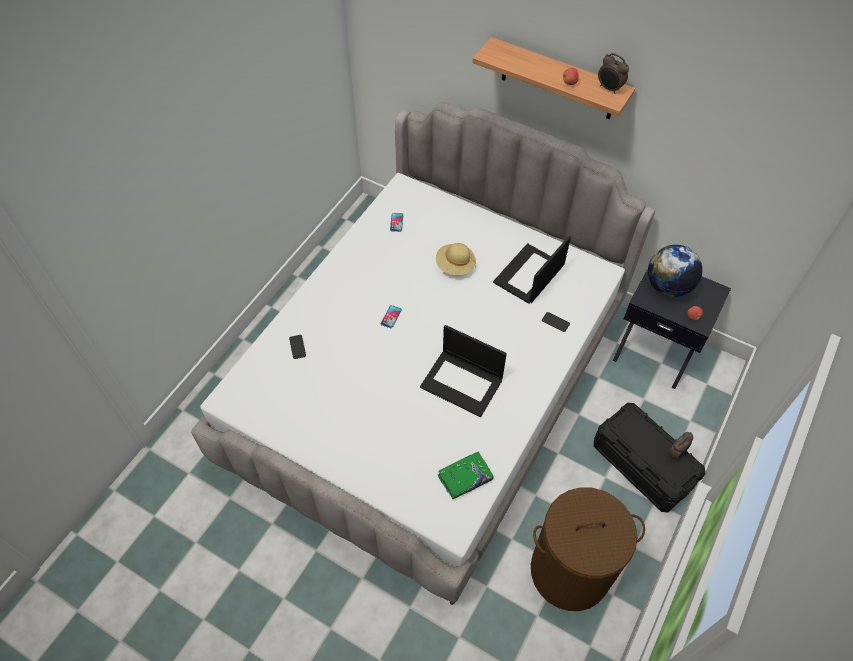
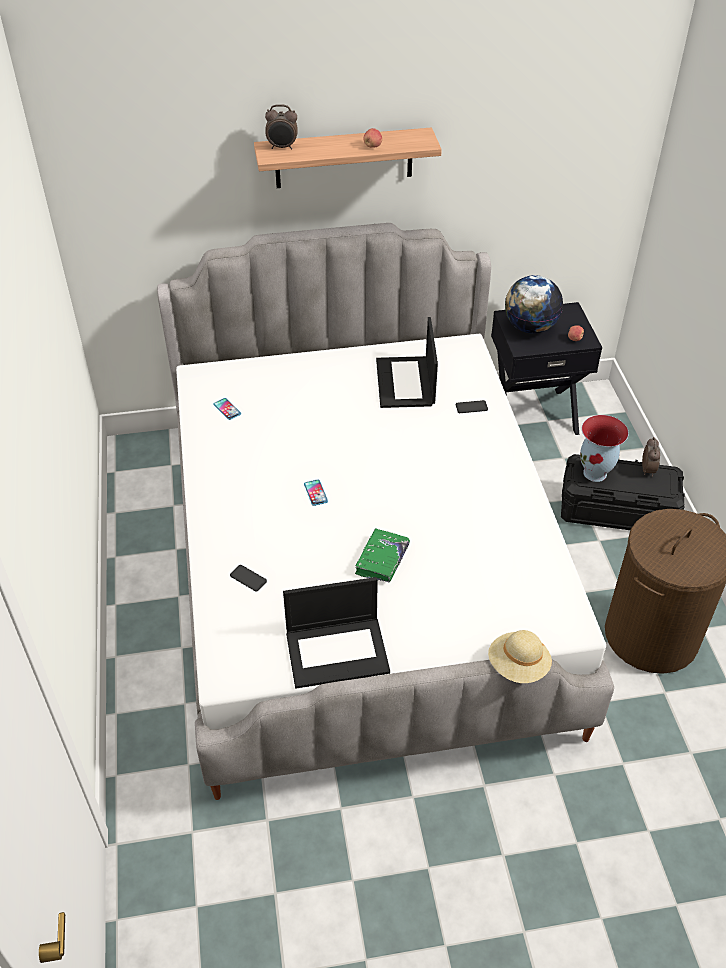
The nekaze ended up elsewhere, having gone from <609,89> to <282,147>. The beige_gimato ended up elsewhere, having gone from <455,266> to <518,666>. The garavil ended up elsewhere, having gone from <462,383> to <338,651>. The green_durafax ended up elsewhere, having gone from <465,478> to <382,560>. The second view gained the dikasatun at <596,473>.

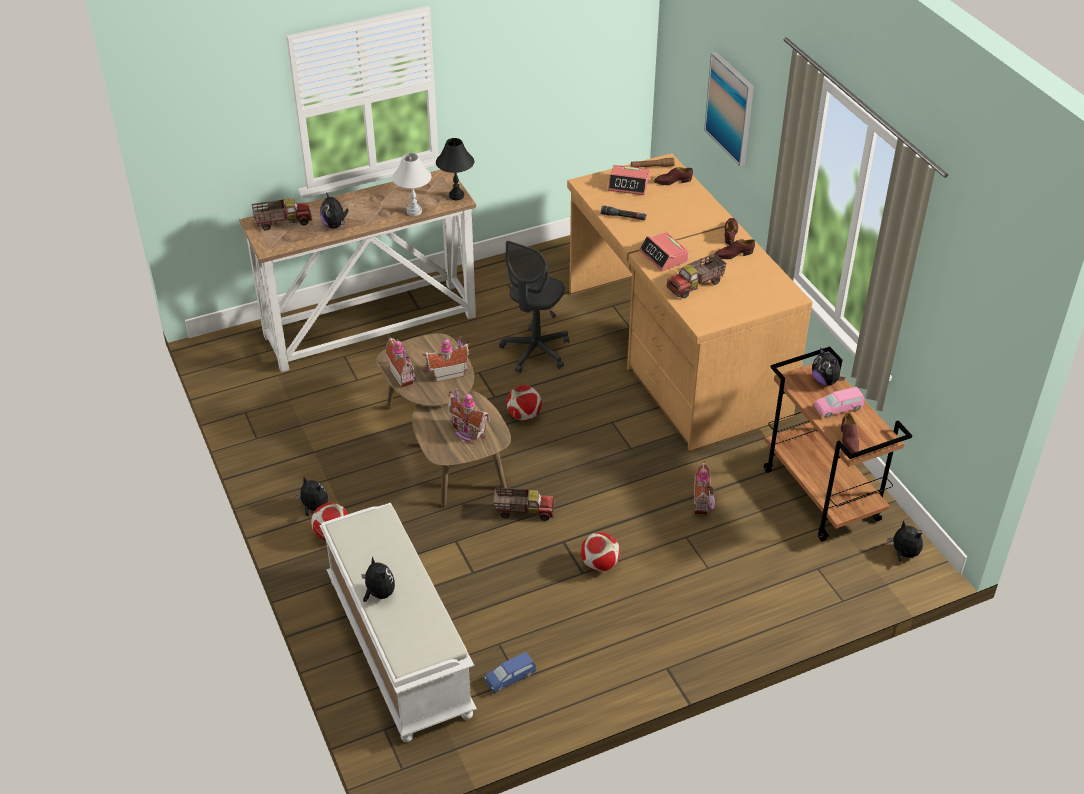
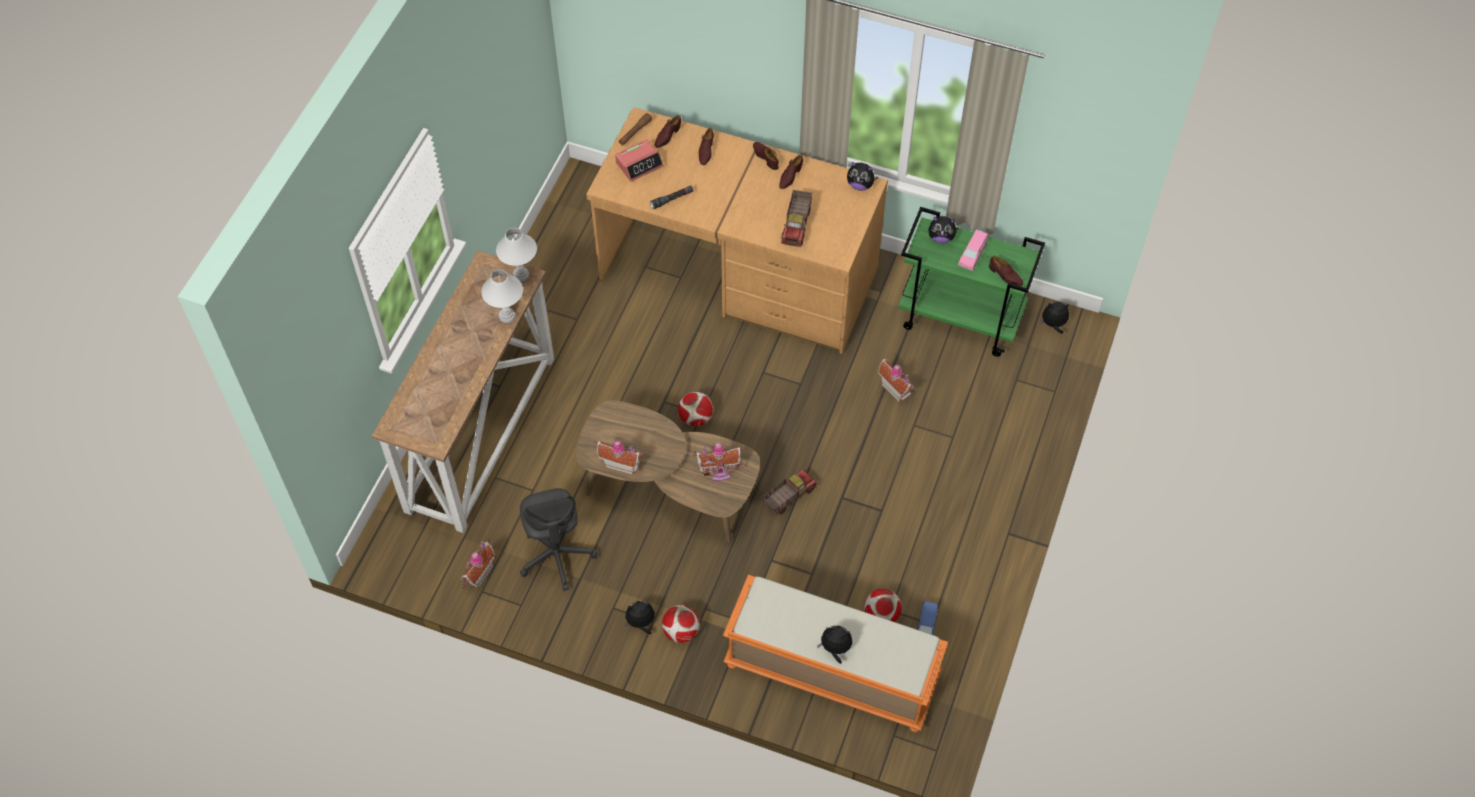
The second view lost the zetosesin at <730,108>. What was the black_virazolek at <457,196> turned into the white_virazolek at <521,275>. The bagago ended up elsewhere, having gone from <335,225> to <860,185>. The second view lost the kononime at <283,222>. The second view lost the nekaze at <664,257>. The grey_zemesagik ended up elsewhere, having gone from <535,352> to <557,556>. The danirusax ended up elsewhere, having gone from <447,373> to <478,574>. What was the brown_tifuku at <822,495> turned into the green_tifuku at <961,319>. What was the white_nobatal at <397,646> turned into the orange_nobatal at <830,672>. The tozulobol ended up elsewhere, having gone from <599,565> to <881,615>. The second view gained the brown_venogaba at <706,151>.

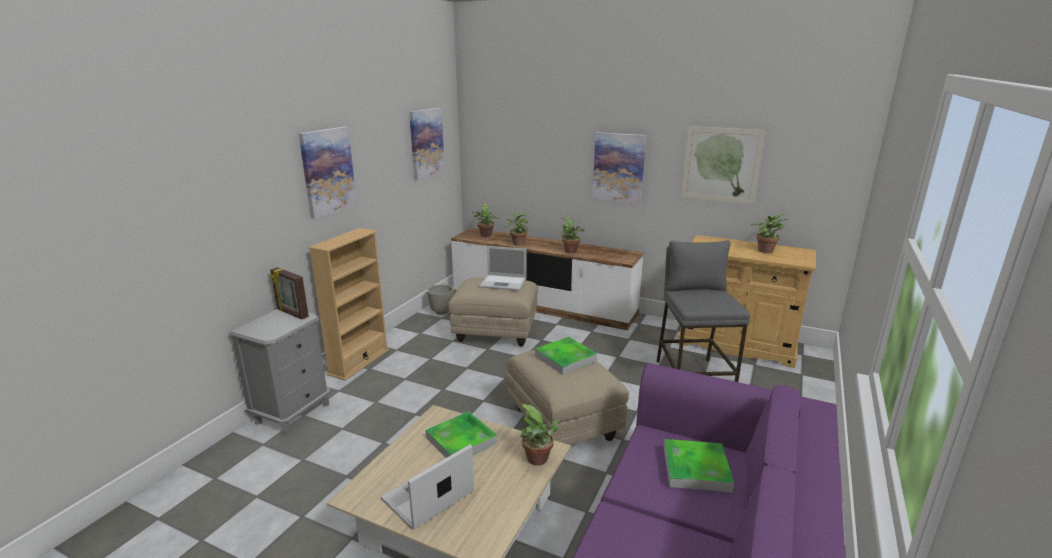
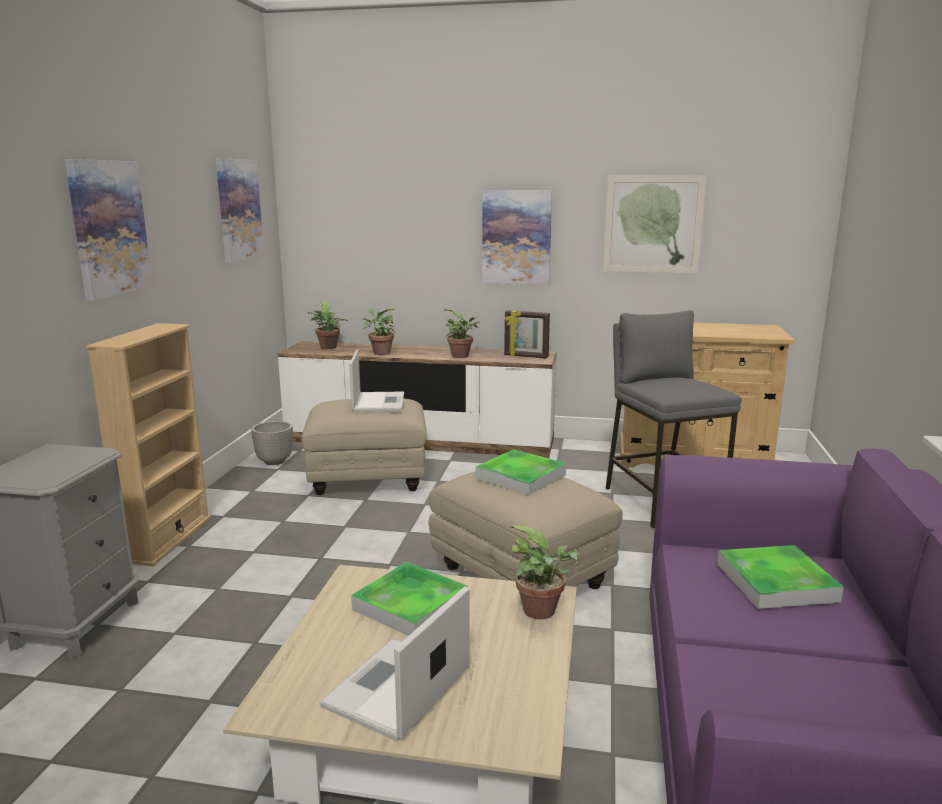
The second view lost the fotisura at <765,250>. The garavil at <504,283> ended up facing another way, 90 degrees counterclockwise from before. The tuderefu ended up elsewhere, having gone from <292,313> to <526,356>.

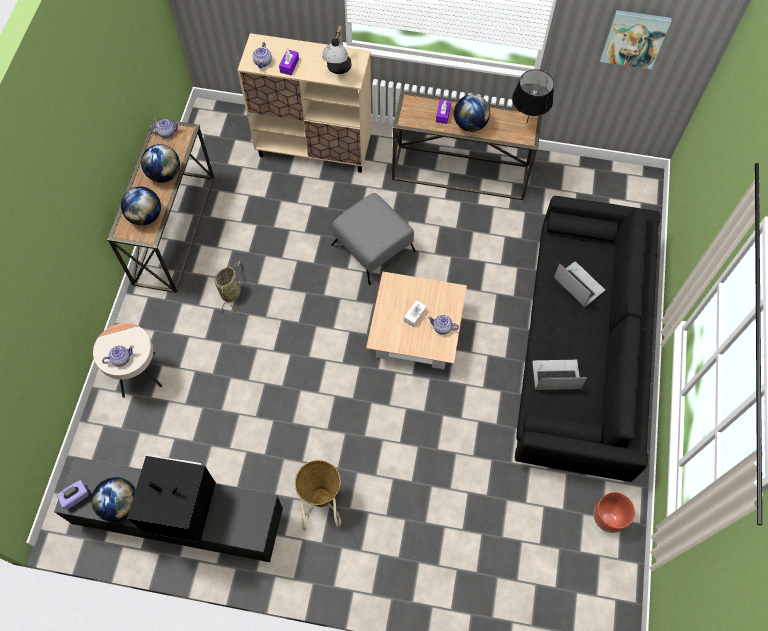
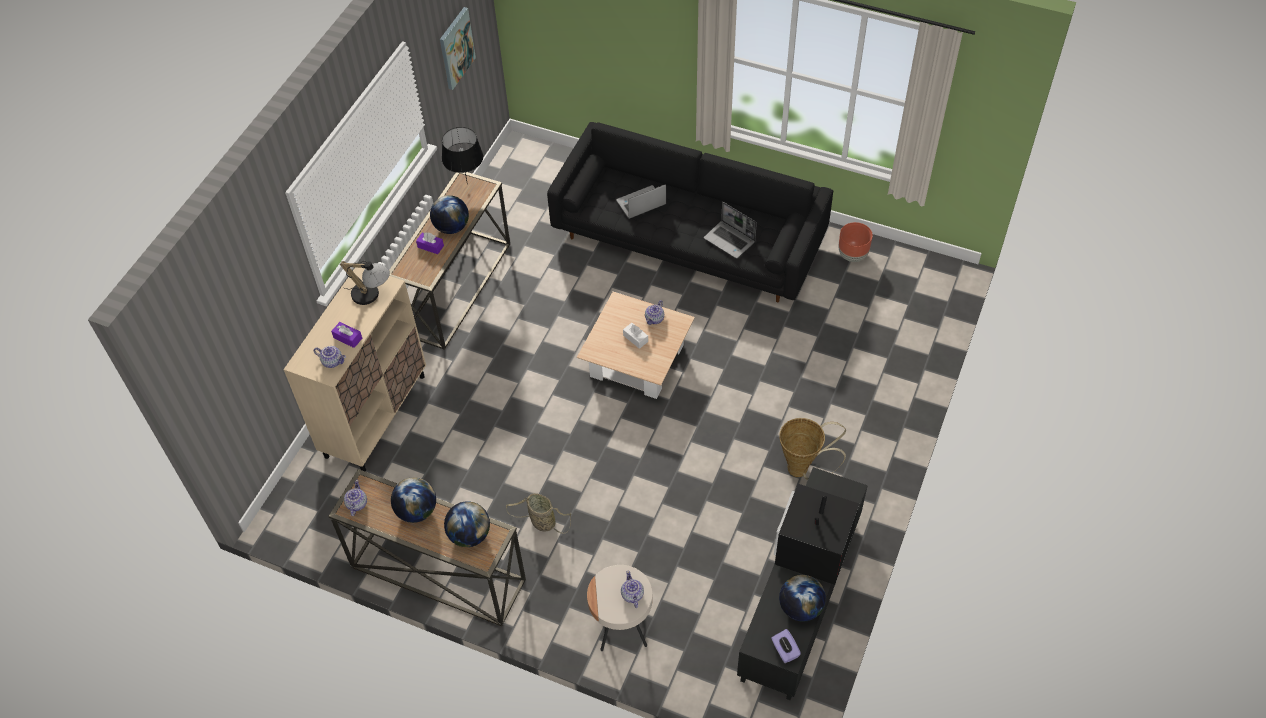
The second view lost the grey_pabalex at <373,248>. The garavil at <555,376> ended up facing another way, 60 degrees counterclockwise from before.

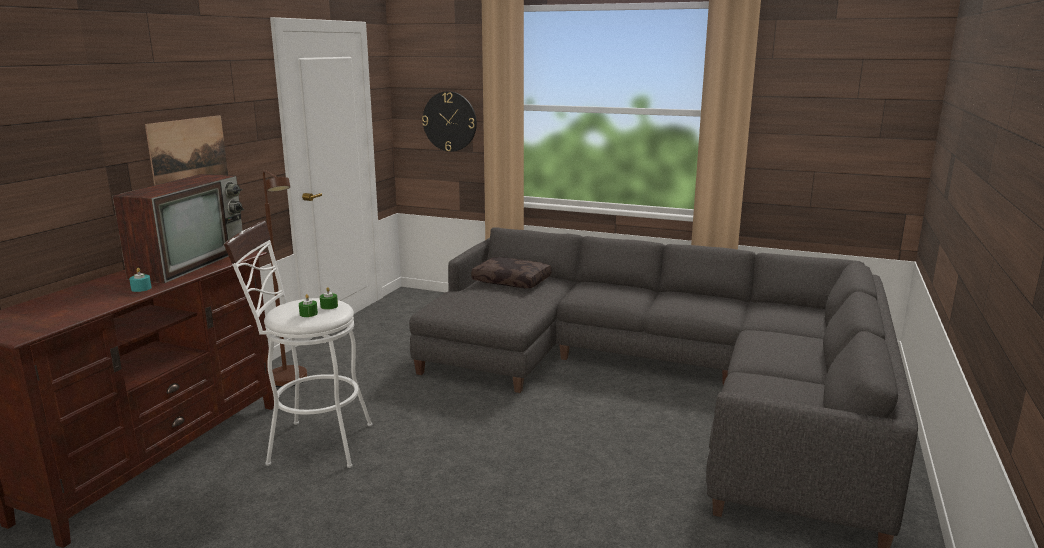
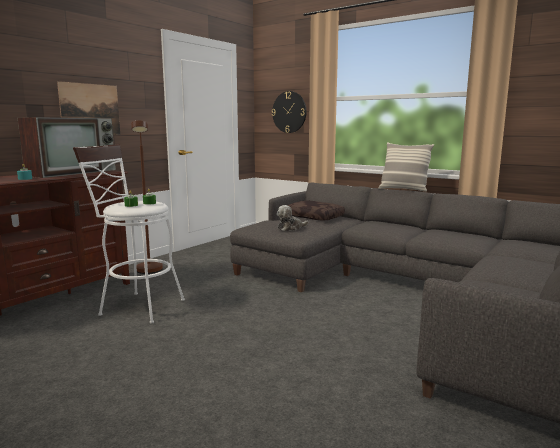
The second view gained the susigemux at <403,189>. The second view gained the bagago at <290,228>.

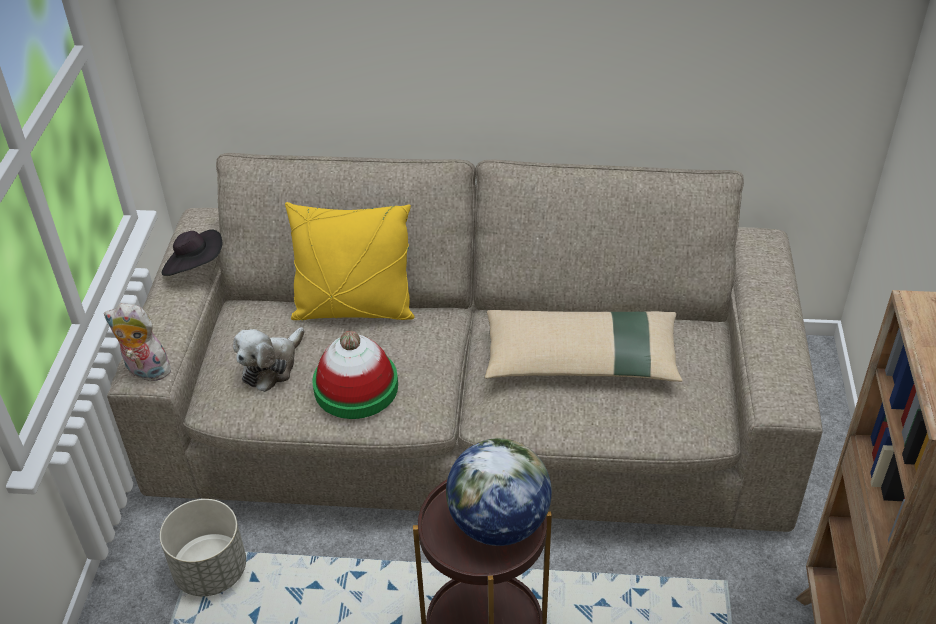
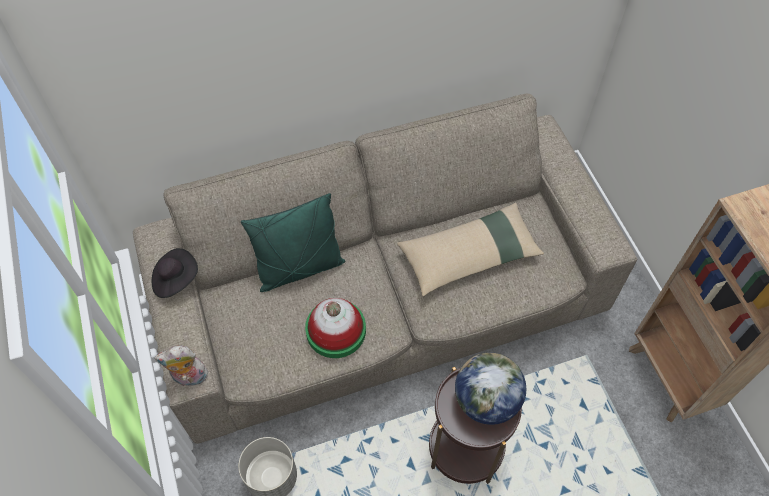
What was the yellow_susigemux at <354,309> turned into the green_susigemux at <299,268>. The second view lost the bagago at <271,366>.

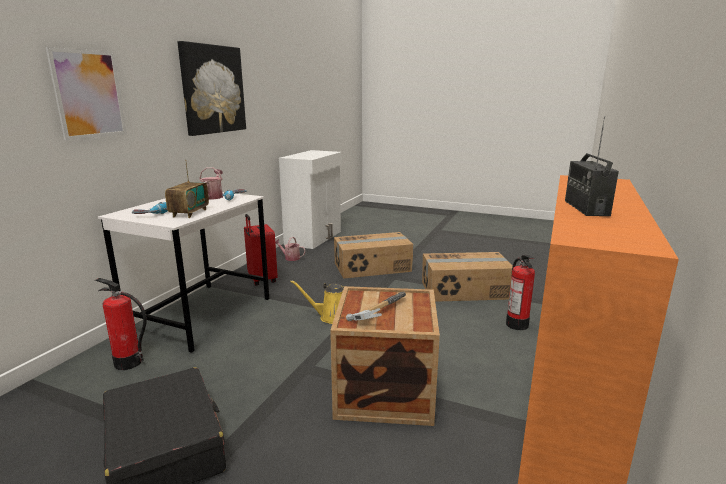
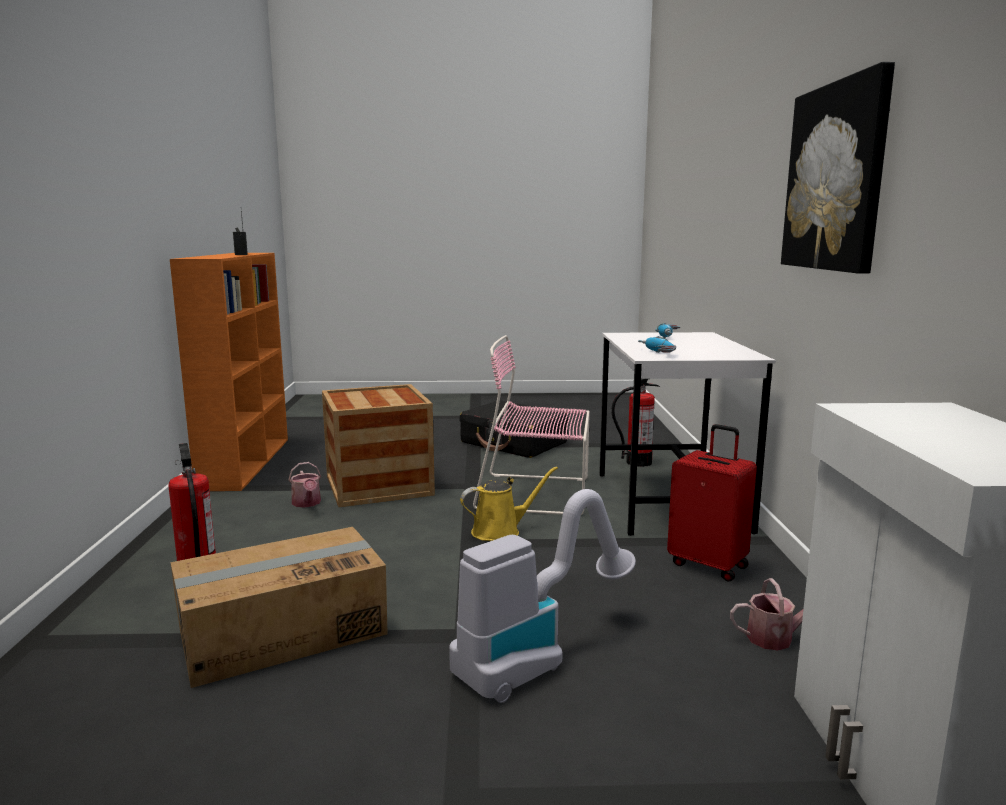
The second view lost the zetosesin at <89,94>. The second view lost the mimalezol at <189,213>. The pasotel ended up elsewhere, having gone from <213,196> to <307,503>. Where the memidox stood at <372,267>, the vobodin came to stand at <537,656>. The second view lost the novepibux at <377,313>. The second view gained the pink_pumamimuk at <538,494>.

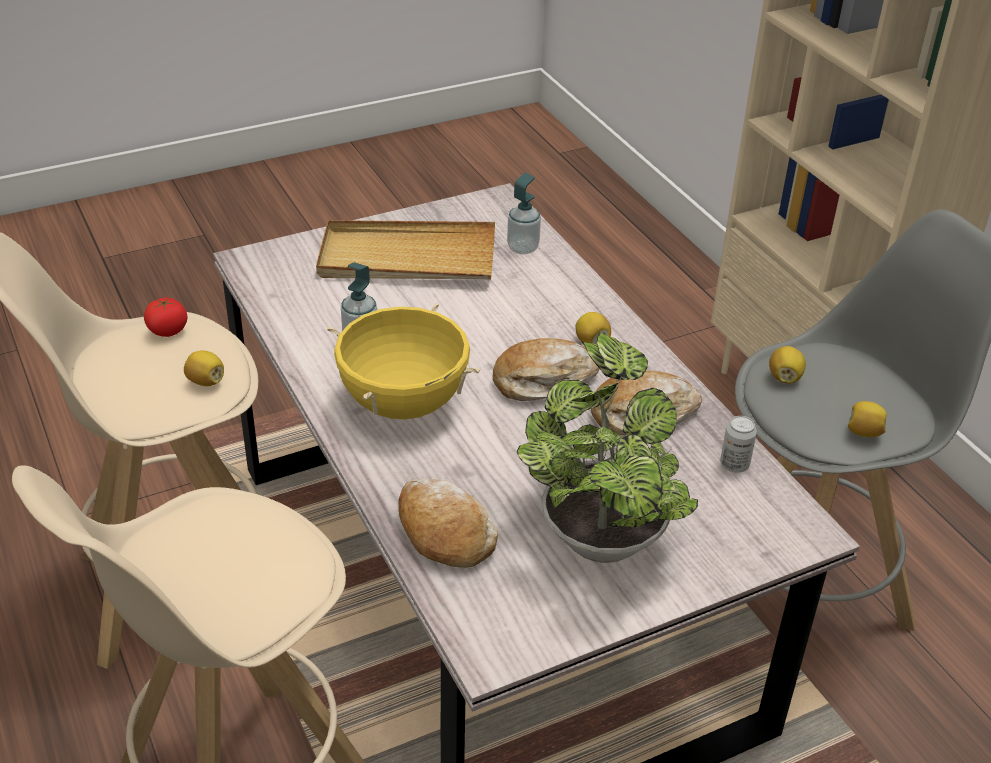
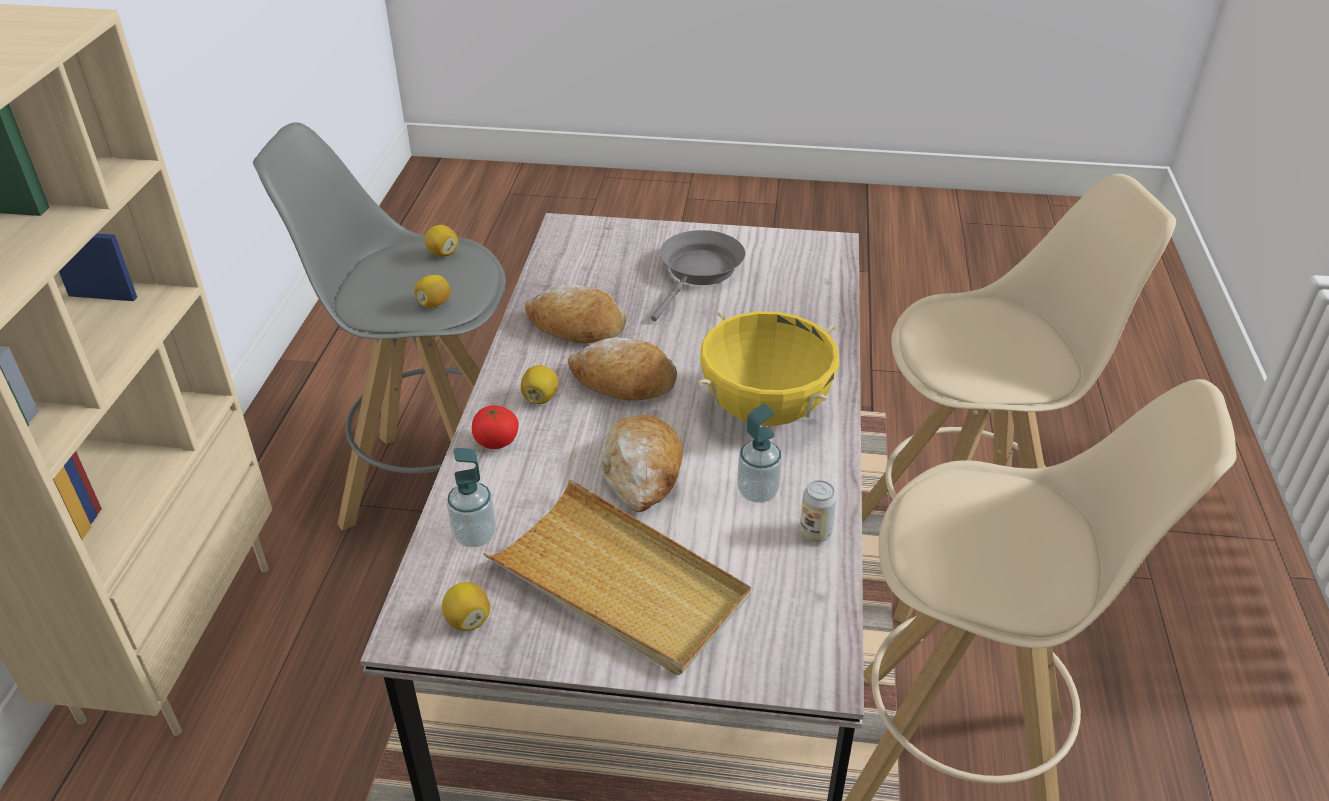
The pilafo ended up elsewhere, having gone from <167,331> to <496,441>. Where the fotisura stood at <600,532>, the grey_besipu came to stand at <699,272>. The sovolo ended up elsewhere, having gone from <206,381> to <467,620>. The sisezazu ended up elsewhere, having gone from <734,464> to <815,533>. The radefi ended up elsewhere, having gone from <444,533> to <642,472>.

